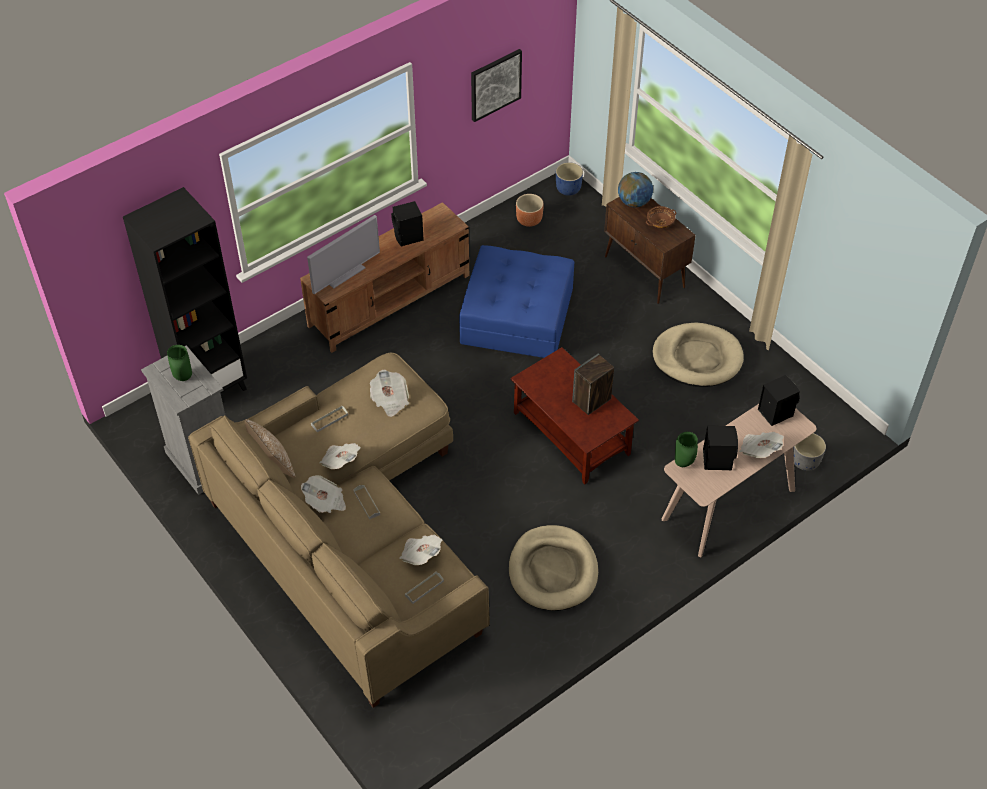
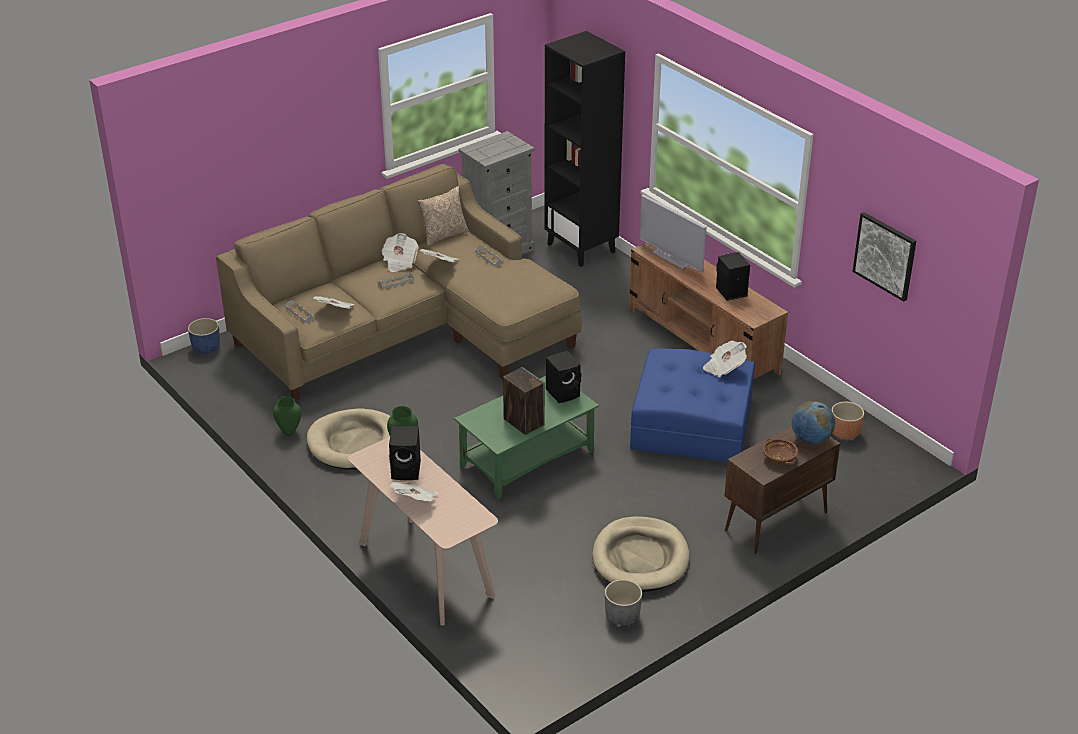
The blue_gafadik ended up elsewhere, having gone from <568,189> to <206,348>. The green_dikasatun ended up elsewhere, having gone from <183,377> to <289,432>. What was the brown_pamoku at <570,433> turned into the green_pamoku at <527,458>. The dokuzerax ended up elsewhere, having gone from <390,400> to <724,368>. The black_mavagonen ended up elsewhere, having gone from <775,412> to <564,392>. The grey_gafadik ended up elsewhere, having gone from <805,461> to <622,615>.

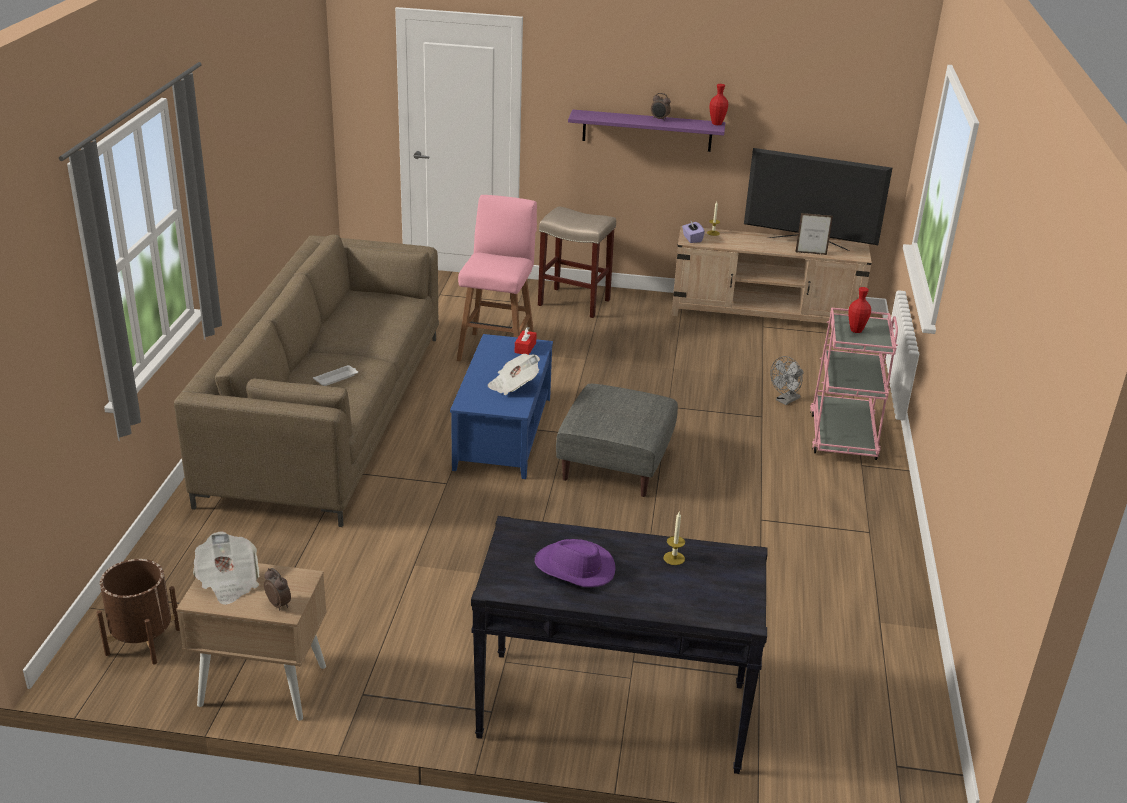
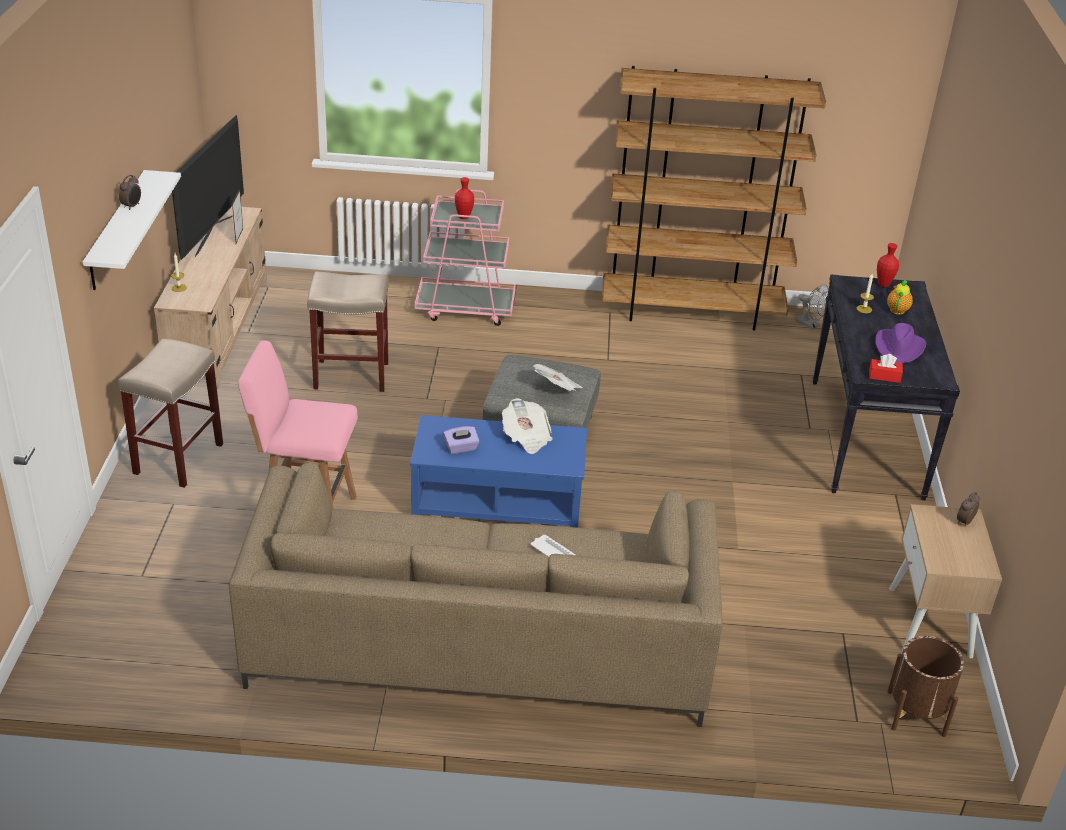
The red_dikasatun ended up elsewhere, having gone from <716,124> to <883,284>. What was the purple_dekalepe at <647,130> turned into the white_dekalepe at <117,230>. The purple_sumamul ended up elsewhere, having gone from <692,239> to <461,448>. The red_sumamul ended up elsewhere, having gone from <525,348> to <884,376>. The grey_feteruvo ended up elsewhere, having gone from <785,401> to <811,325>. The dokuzerax ended up elsewhere, having gone from <228,582> to <557,389>. The second view gained the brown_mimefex at <692,312>. The second view gained the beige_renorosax at <352,375>. The second view gained the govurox at <897,309>.

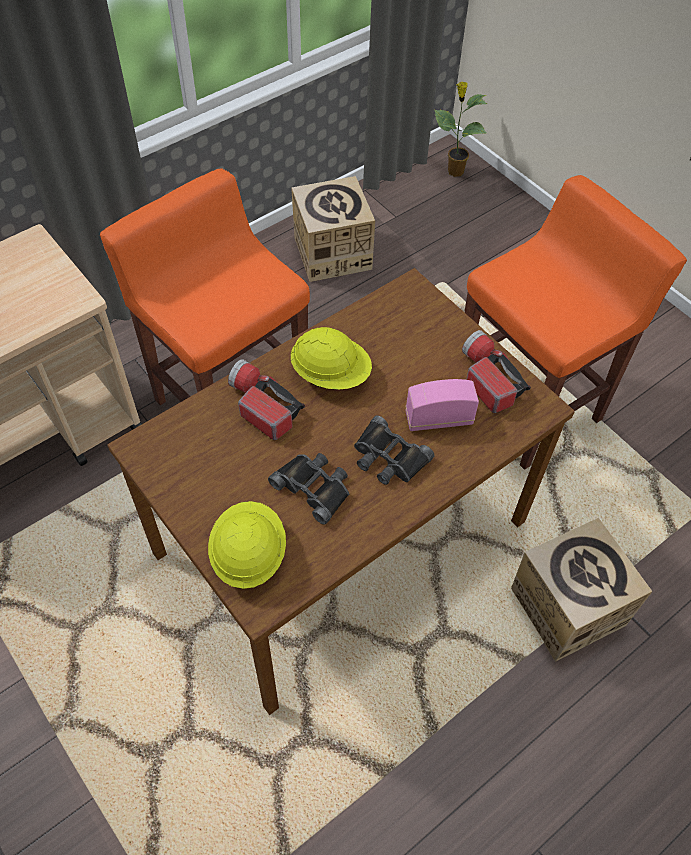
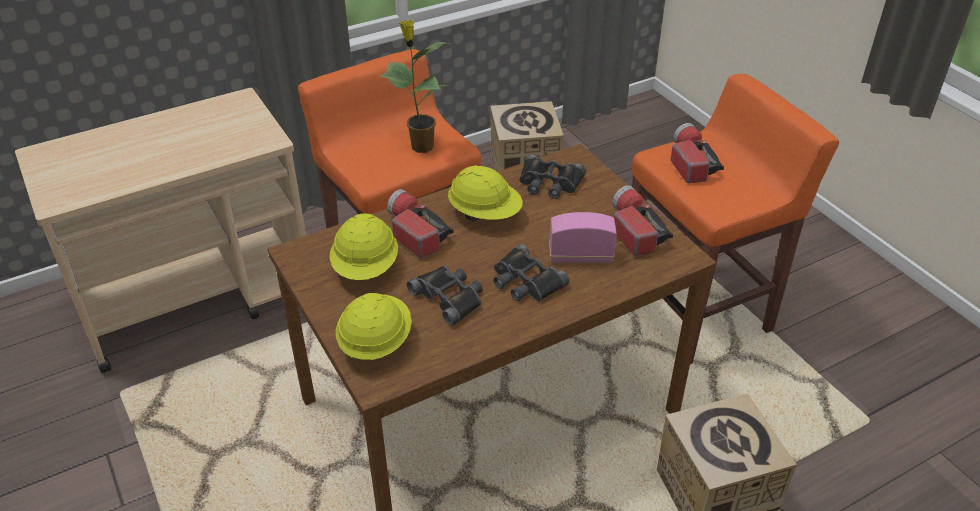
The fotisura ended up elsewhere, having gone from <454,171> to <420,146>. The second view gained the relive at <690,162>. The second view gained the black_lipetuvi at <549,183>. The second view gained the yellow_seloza at <366,268>.

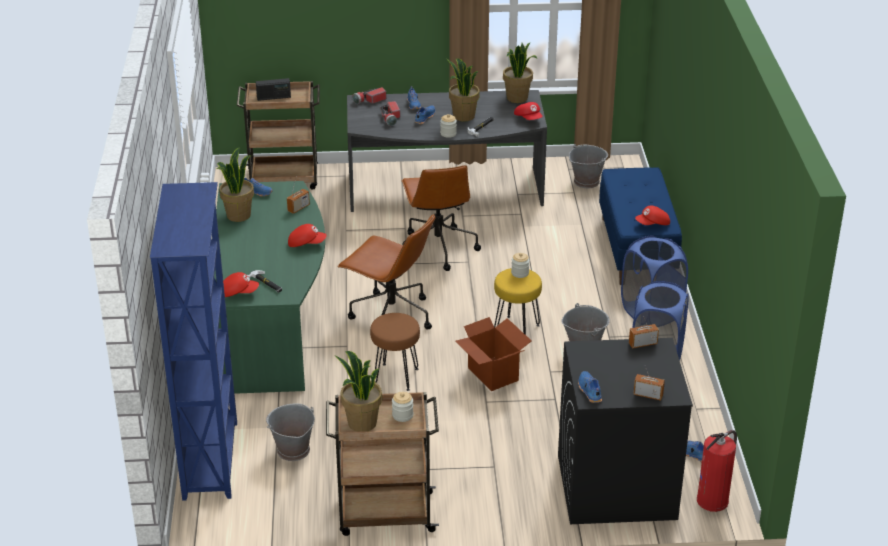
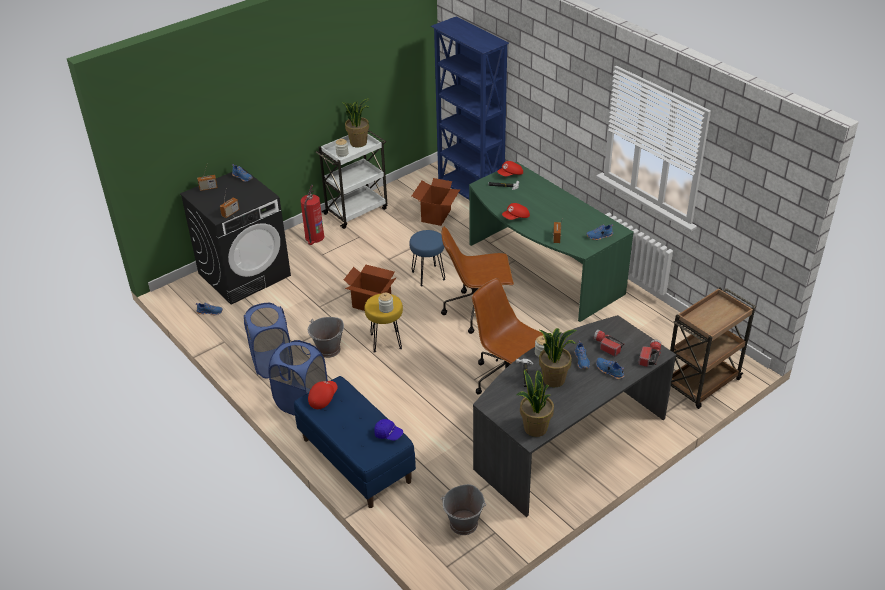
The second view lost the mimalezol at <273,97>. The second view lost the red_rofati at <528,118>. The second view lost the fotisura at <238,215>. What was the brown_renorosax at <395,377> turned into the blue_renorosax at <428,275>. What was the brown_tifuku at <384,514> turned into the white_tifuku at <356,210>. Where the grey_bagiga stood at <292,450>, the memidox came to stand at <436,215>. The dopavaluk ended up elsewhere, having gone from <713,500> to <314,237>. The second view gained the blue_rofati at <388,434>.

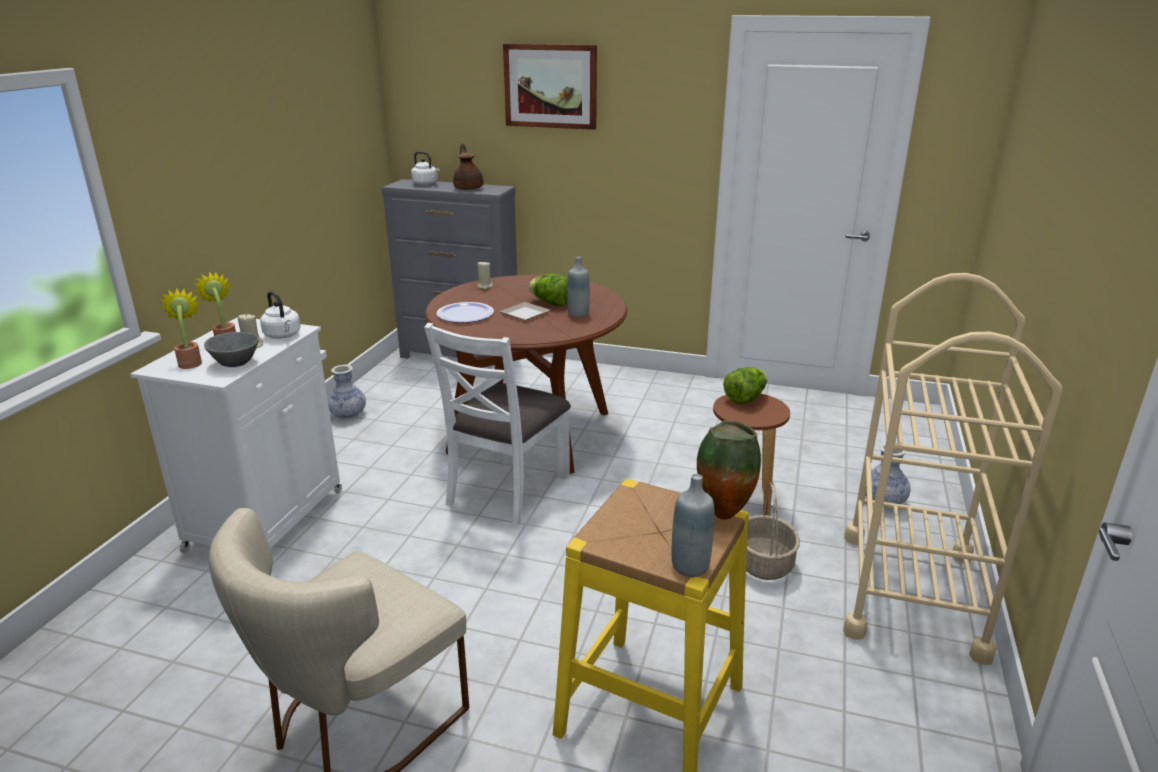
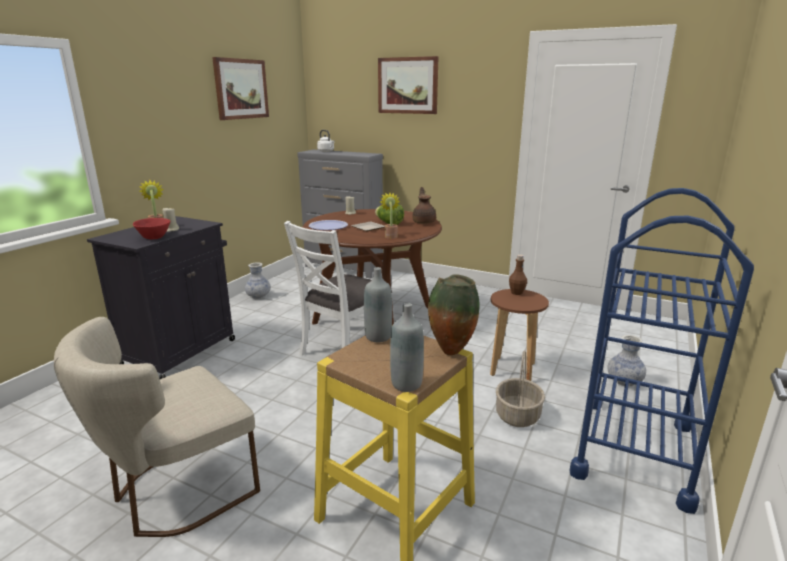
The brown_govurox ended up elsewhere, having gone from <468,188> to <424,222>. The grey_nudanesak ended up elsewhere, having gone from <578,314> to <378,337>. What was the beige_tifuku at <911,593> turned into the blue_tifuku at <634,449>. The fotisura ended up elsewhere, having gone from <190,362> to <390,236>. The second view lost the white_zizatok at <283,335>. What was the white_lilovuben at <268,518> turned into the black_lilovuben at <181,352>. What was the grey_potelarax at <235,364> turned into the red_potelarax at <153,238>. Where the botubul stood at <745,398>, the brown_nudanesak came to stand at <516,293>. The second view gained the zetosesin at <241,89>.

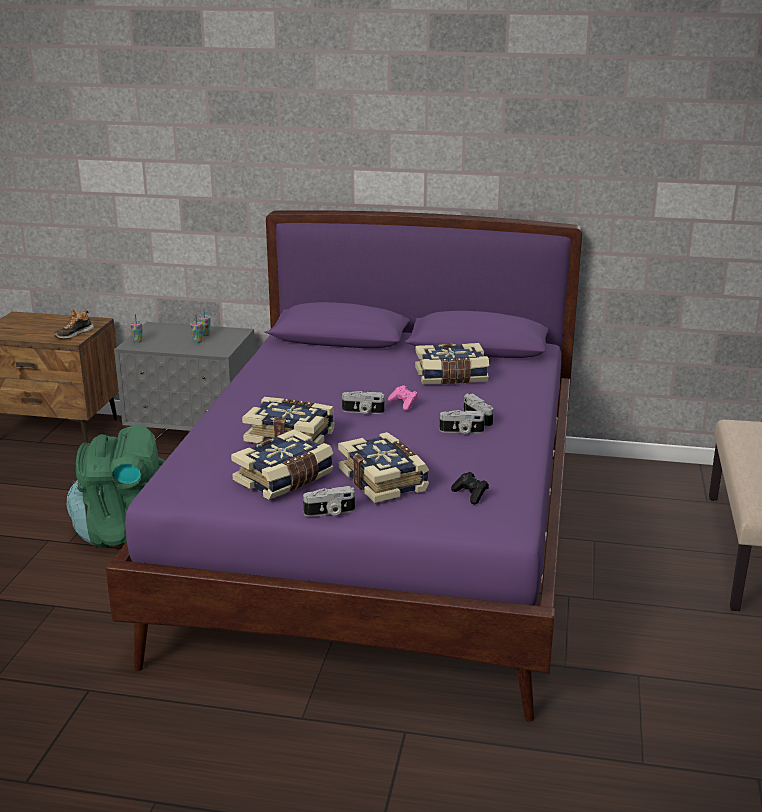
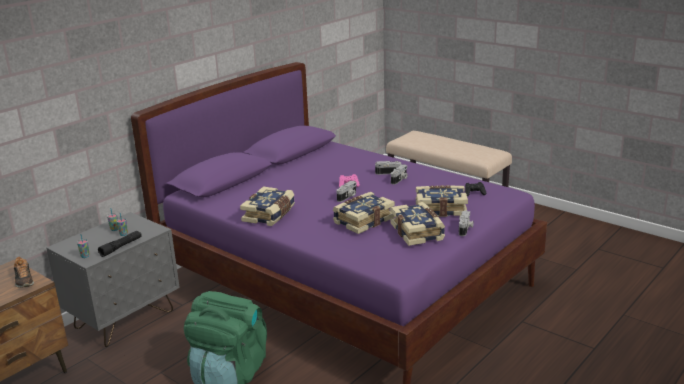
The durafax ended up elsewhere, having gone from <451,376> to <270,215>. The second view gained the black_relive at <121,247>.

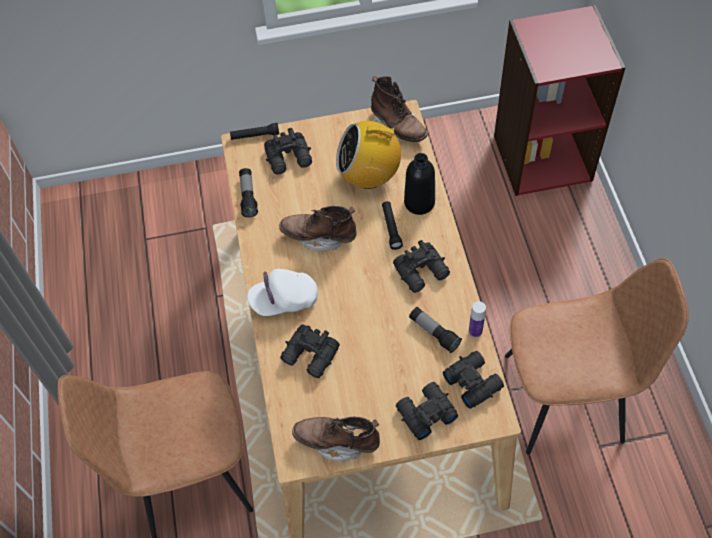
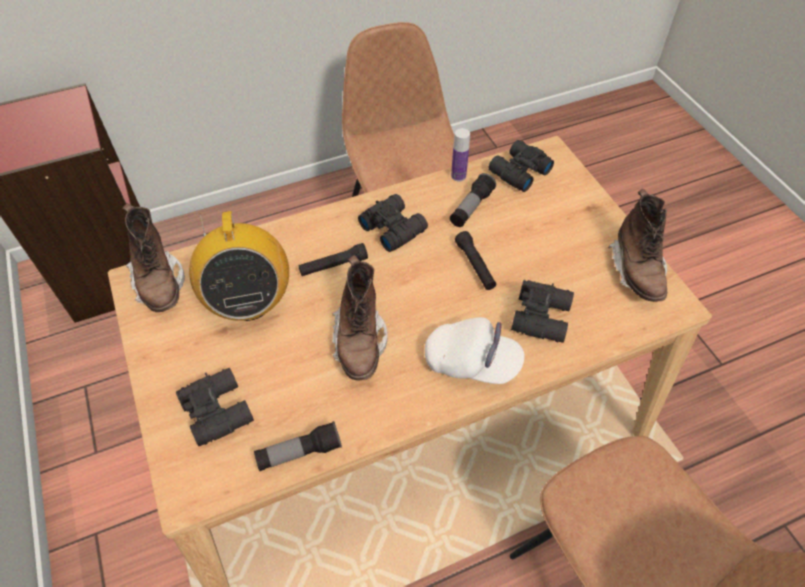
The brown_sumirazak at <398,127> ended up facing another way, 120 degrees clockwise from before. The black_relive ended up elsewhere, having gone from <255,135> to <475,266>. The second view lost the black_nudanesak at <419,202>. The white_rofati at <284,300> ended up facing another way, 45 degrees counterclockwise from before. The second view lost the black_lipetuvi at <424,413>.

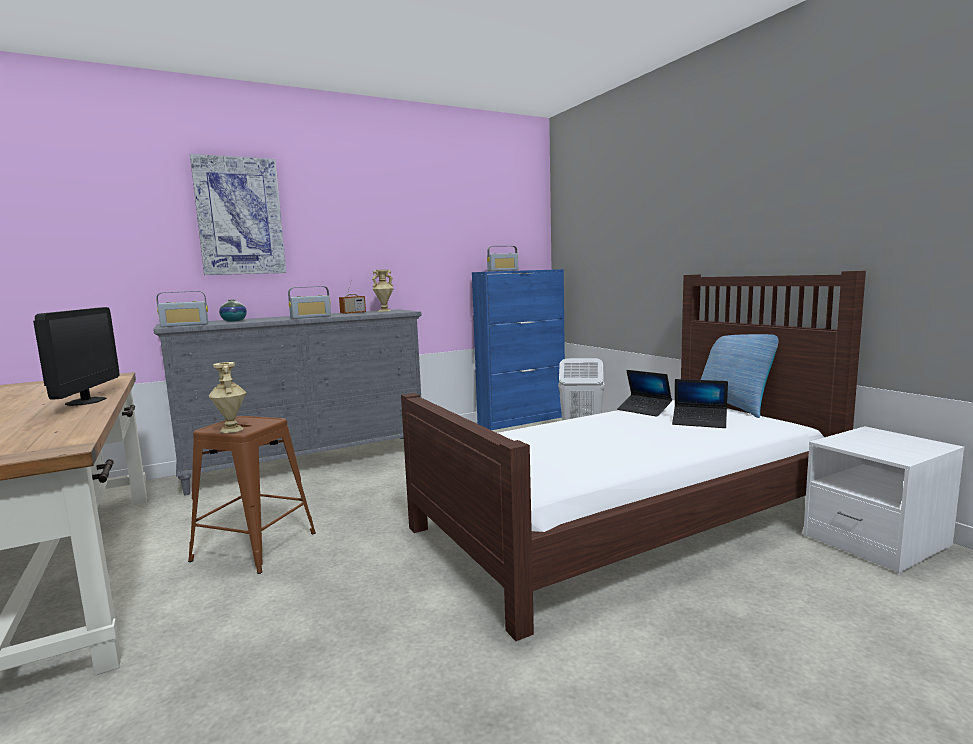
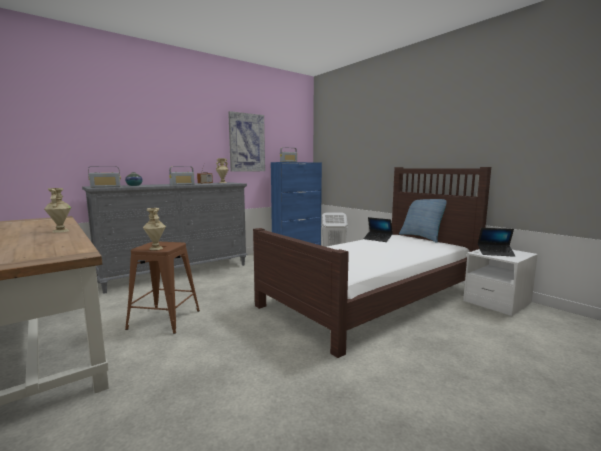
The zetosesin ended up elsewhere, having gone from <239,216> to <246,142>. Where the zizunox stood at <86,401>, the beige_dikasatun came to stand at <60,231>. The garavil ended up elsewhere, having gone from <699,422> to <495,253>.

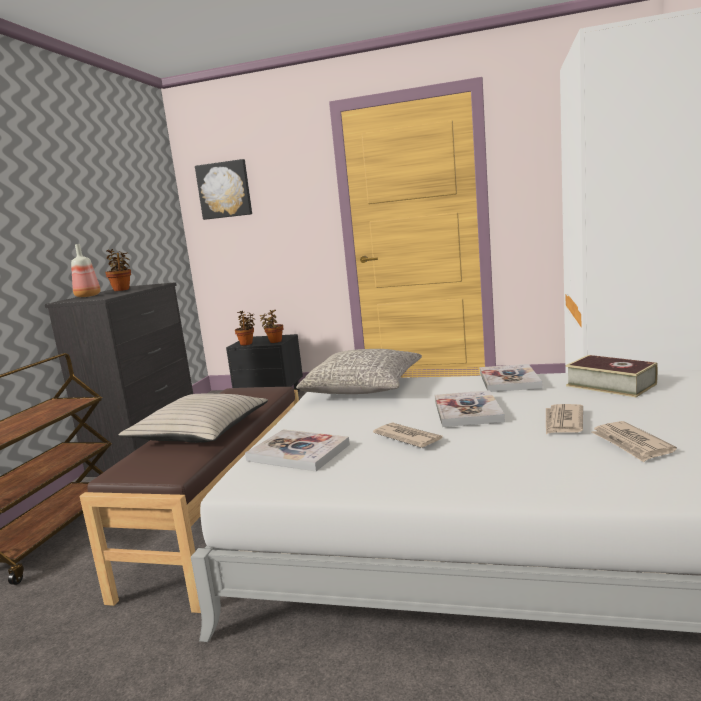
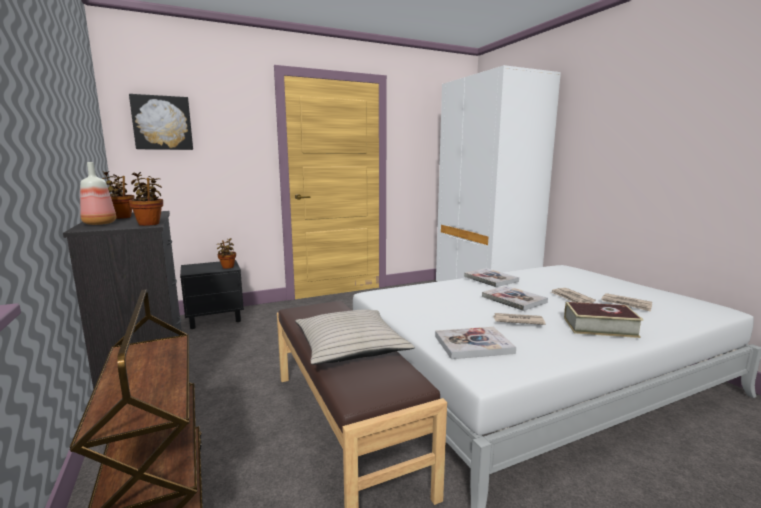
The fotisura ended up elsewhere, having gone from <247,343> to <149,223>. The second view lost the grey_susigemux at <364,388>. The durafax ended up elsewhere, having gone from <610,385> to <599,327>.

